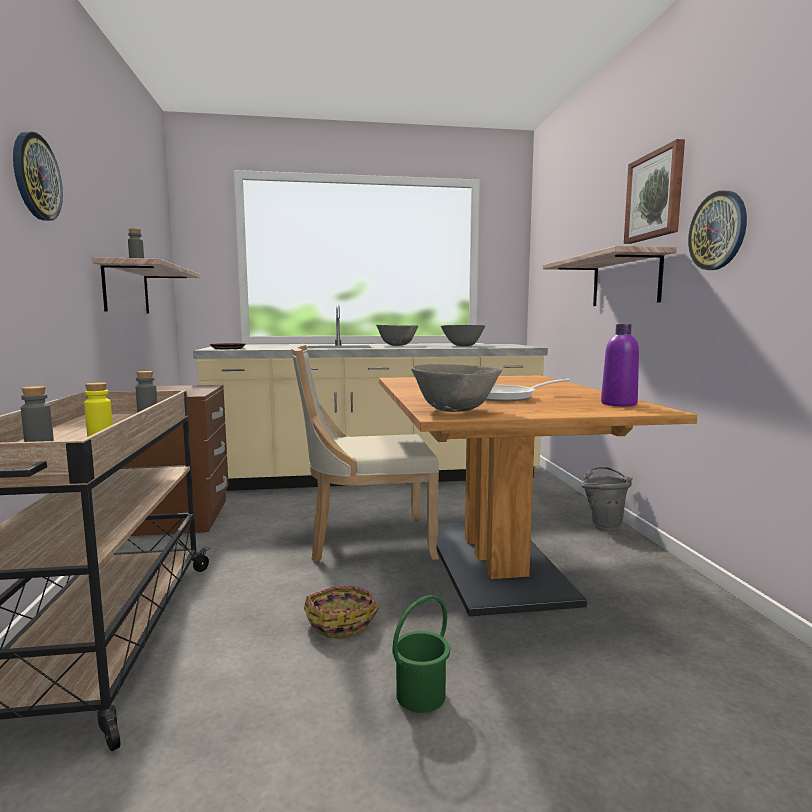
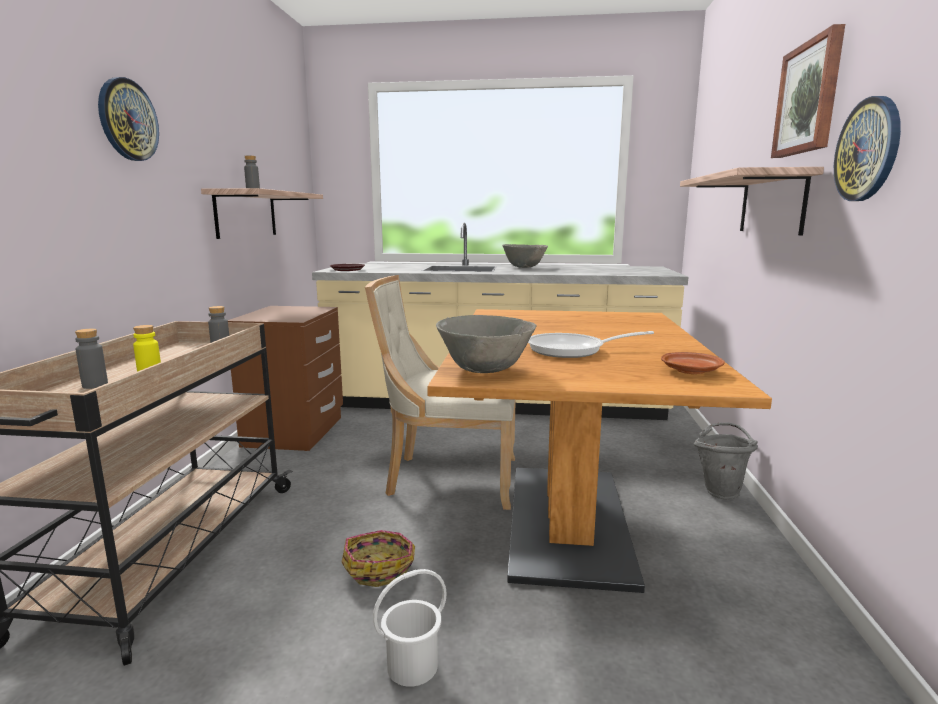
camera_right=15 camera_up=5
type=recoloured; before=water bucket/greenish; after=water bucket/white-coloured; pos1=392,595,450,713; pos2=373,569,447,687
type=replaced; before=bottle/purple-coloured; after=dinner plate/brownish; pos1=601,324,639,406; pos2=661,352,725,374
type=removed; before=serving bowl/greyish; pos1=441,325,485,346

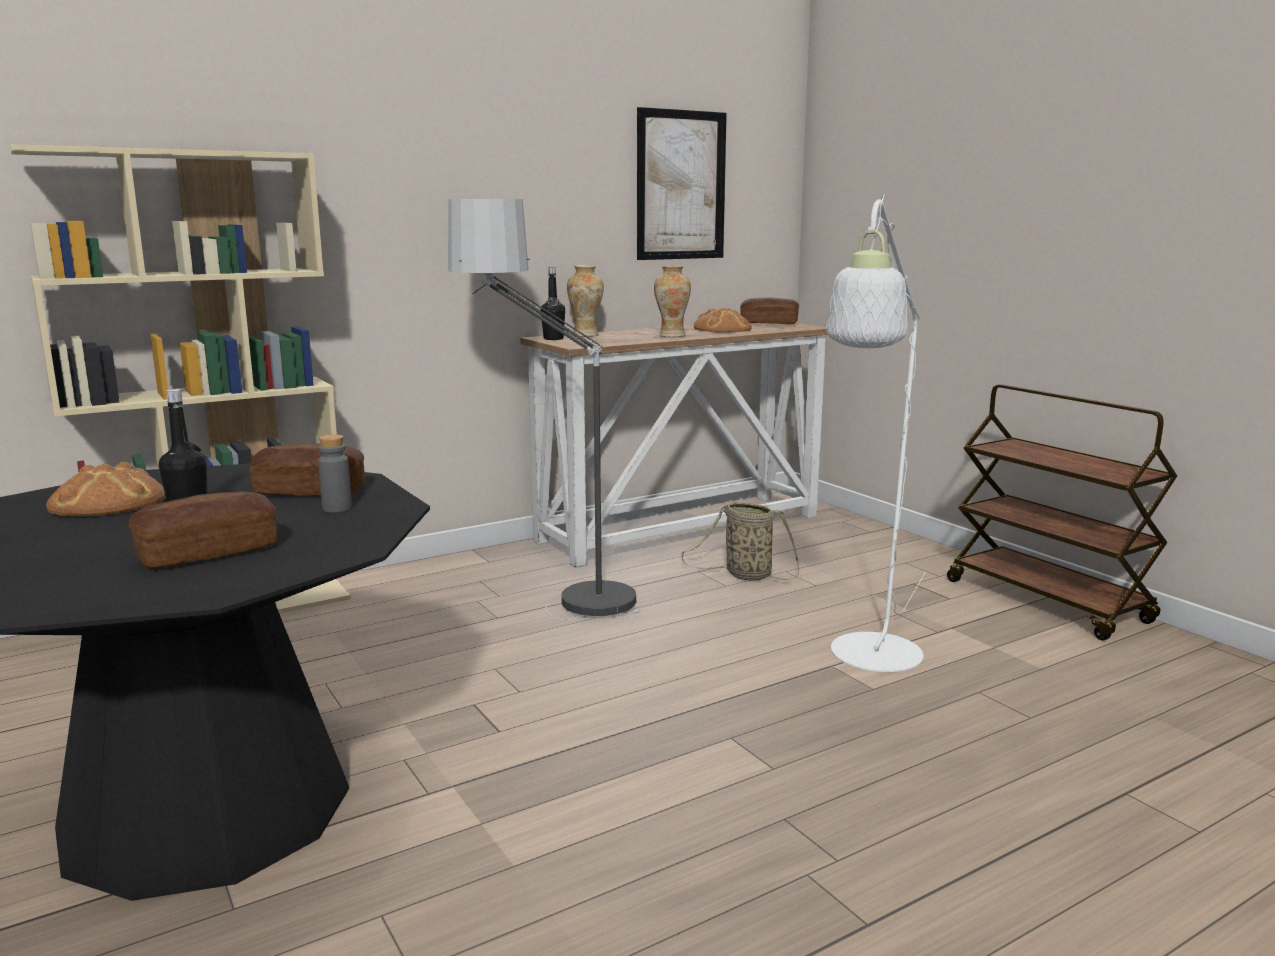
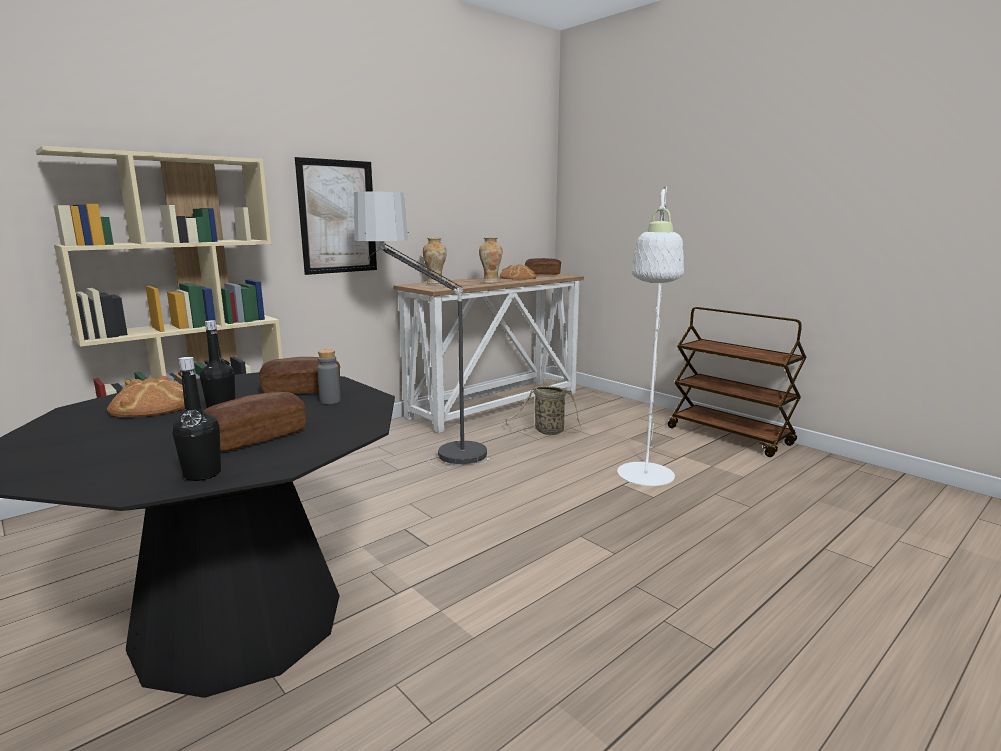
camera_right=-10 camera_up=0
type=moved; before=bottle/black-coloured; pos1=541,267,565,340; pos2=172,357,221,481
type=moved; before=wall picture; pos1=637,107,727,260; pos2=295,157,377,275

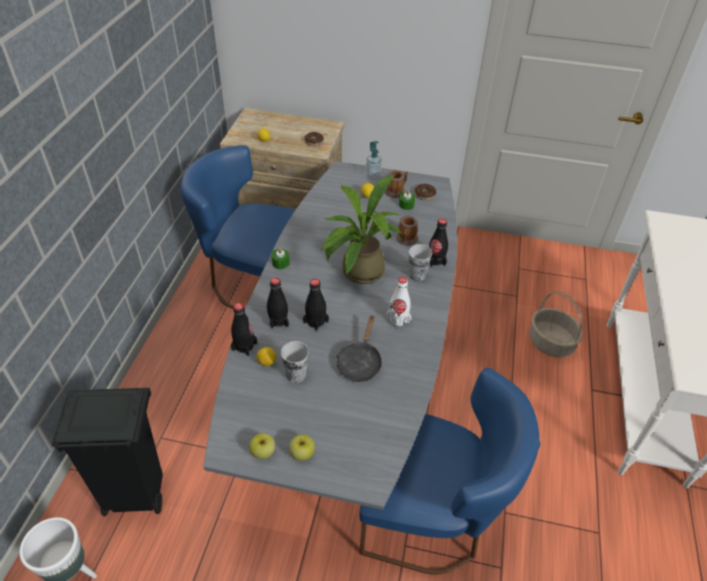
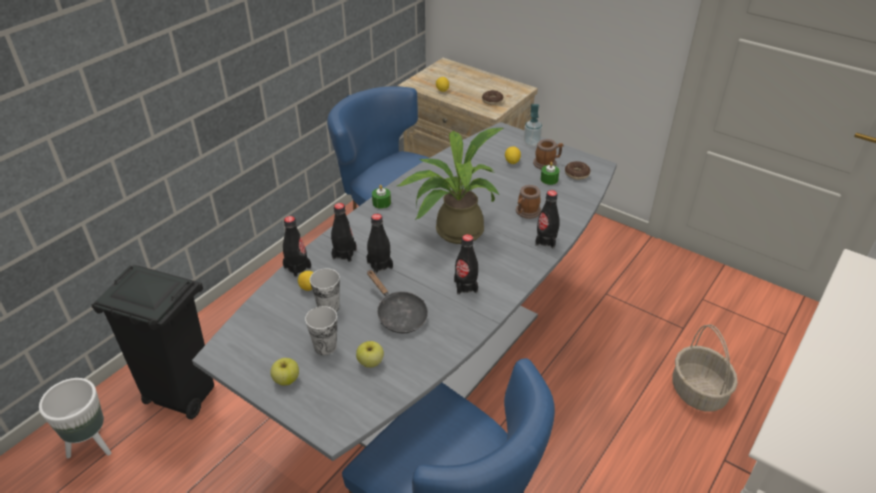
camera_right=25 camera_up=-5
type=moved; before=cup; pos1=409,244,433,281; pos2=305,306,337,355
type=moved; before=apple fruit; pos1=249,433,275,459; pos2=356,341,384,368
type=turned; before=frying pan/black-coloured; pos1=336,315,382,382; pos2=367,270,428,334; turn=-75
type=recoloured; before=bottle/white-coloured; after=bottle/black-coloured; pos1=386,277,412,329; pos2=454,234,478,295

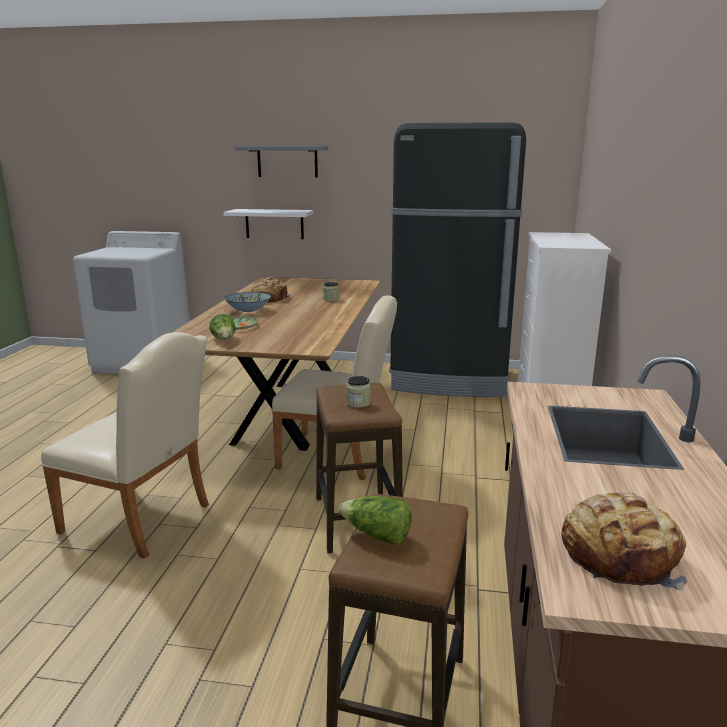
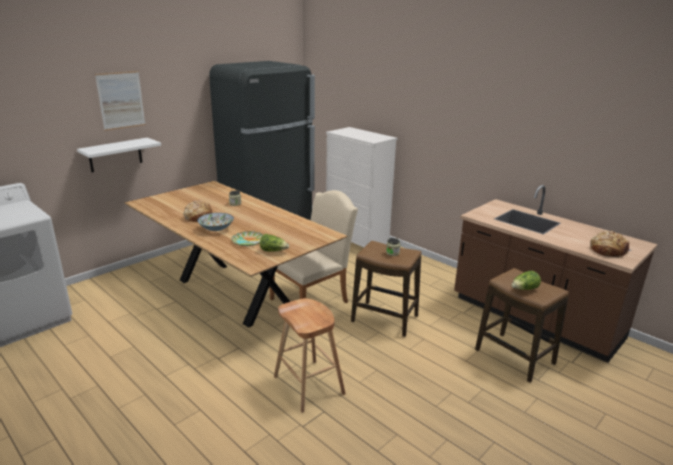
camera_right=-55 camera_up=5
type=replaced; before=bracket shelf/greyish; after=wall picture; pos1=235,146,328,177; pos2=95,71,146,131
type=replaced; before=upright chair/beige-coloured; after=sitting stool/brownish; pos1=41,332,209,559; pos2=274,298,346,413

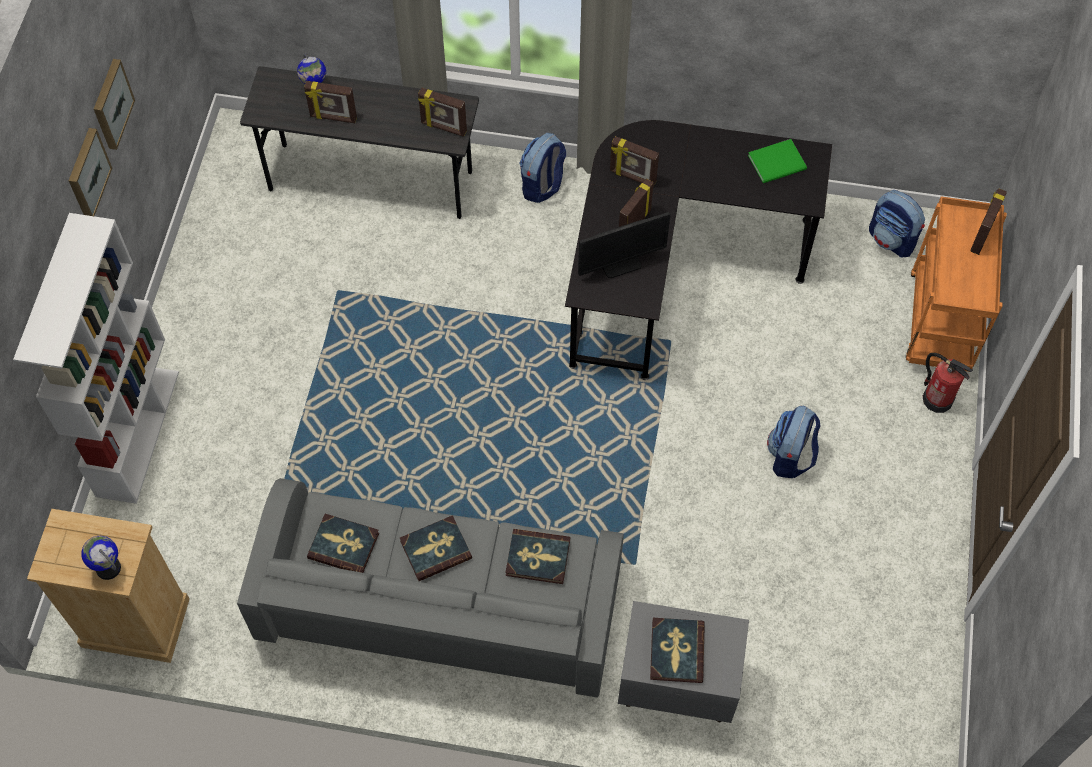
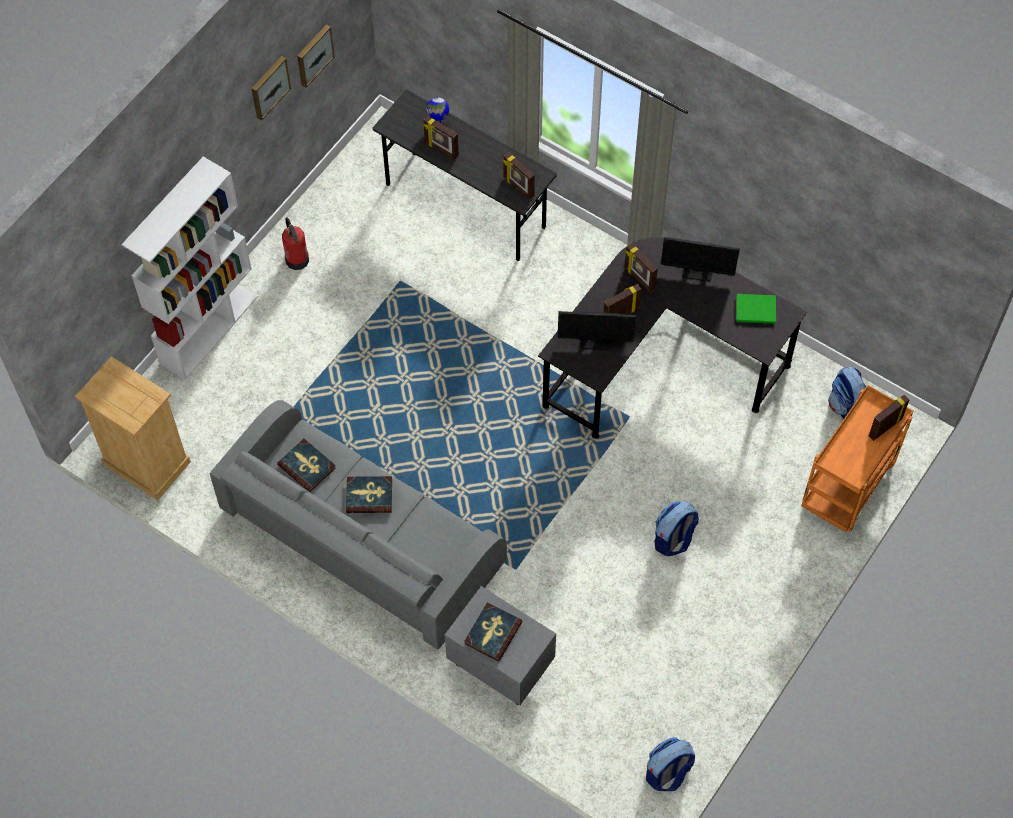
camera_right=25 camera_up=0
type=moved; before=fire-fighting cylinder; pos1=923,353,973,413; pos2=282,217,309,270
type=moved; before=wall picture; pos1=69,128,112,216; pos2=297,25,335,88
type=moved; before=rucksack; pos1=520,133,566,203; pos2=646,737,695,791
type=added; after=monitor; pos2=661,237,740,282
type=removed; before=desk globe; pos1=81,536,121,580
type=removed; before=book; pos1=505,529,570,584

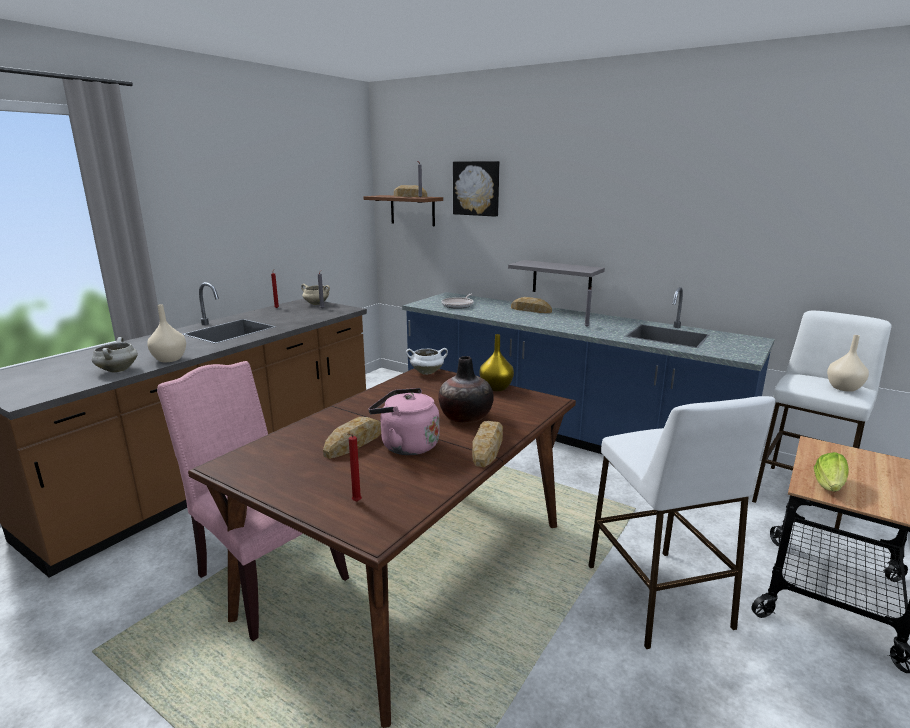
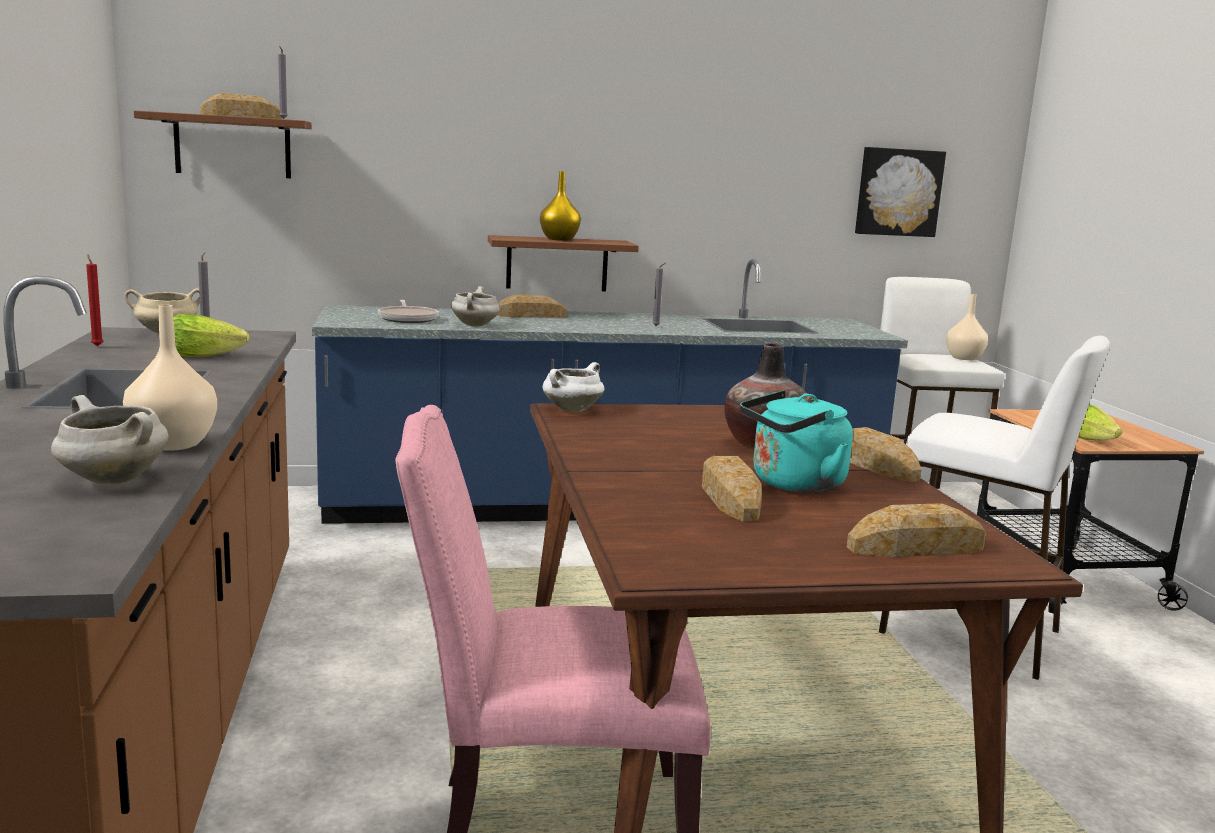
camera_right=-45 camera_up=-5
type=added; after=lettuce; pos2=173,314,249,357
type=added; after=saucepot/white-coloured; pos2=451,286,500,327
type=recoloured; before=bracket shelf/greyish; after=bracket shelf/brownish; pos1=508,260,605,292; pos2=488,235,639,291
type=moved; before=vase/yellow; pos1=480,334,514,391; pos2=540,171,581,241
type=recoloured; before=tea kettle/pinkish; after=tea kettle/turquoise; pos1=369,388,439,455; pos2=740,390,853,493
type=replaced; before=wax light/red-coloured; after=bread; pos1=348,434,362,502; pos2=847,503,986,557
type=moved; before=wall picture; pos1=453,161,499,217; pos2=855,147,946,237

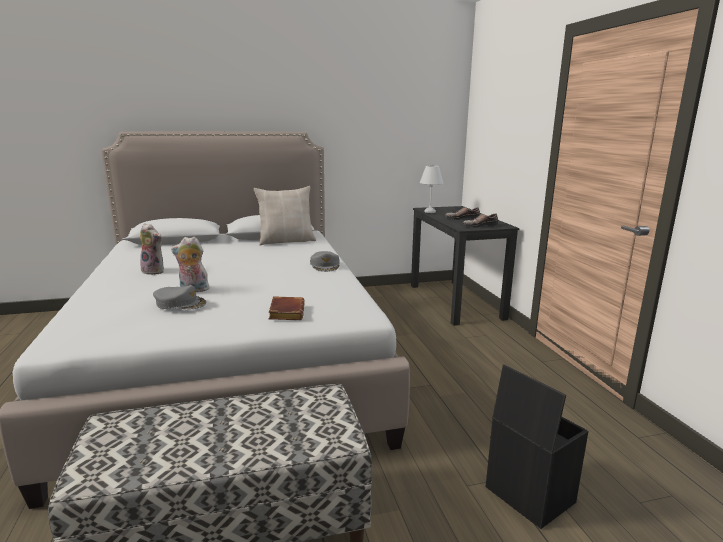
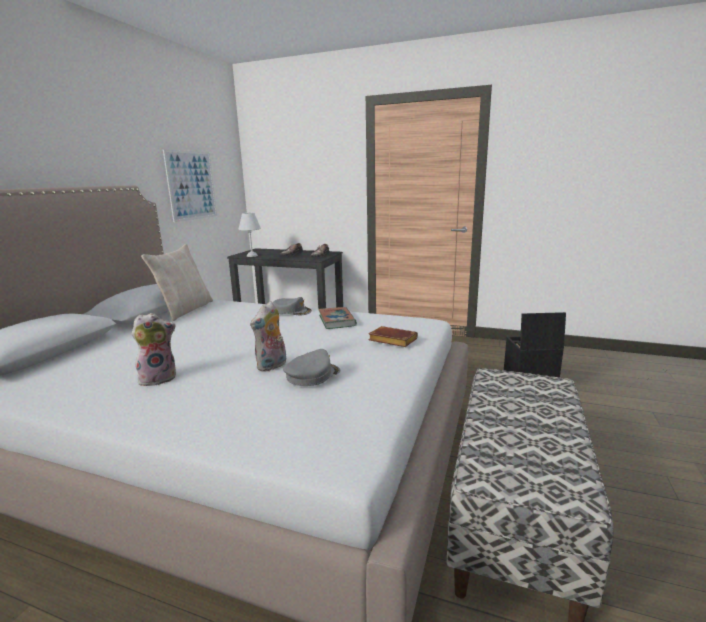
camera_right=-55 camera_up=0
type=added; after=wall picture; pos2=163,149,217,222
type=added; after=book; pos2=318,307,357,329

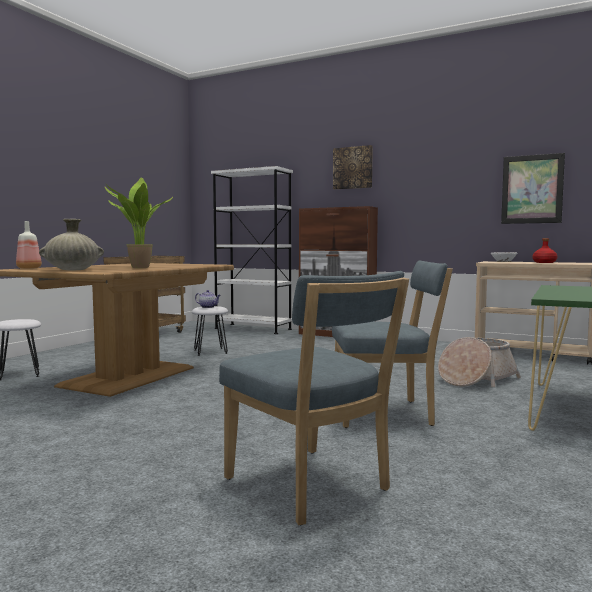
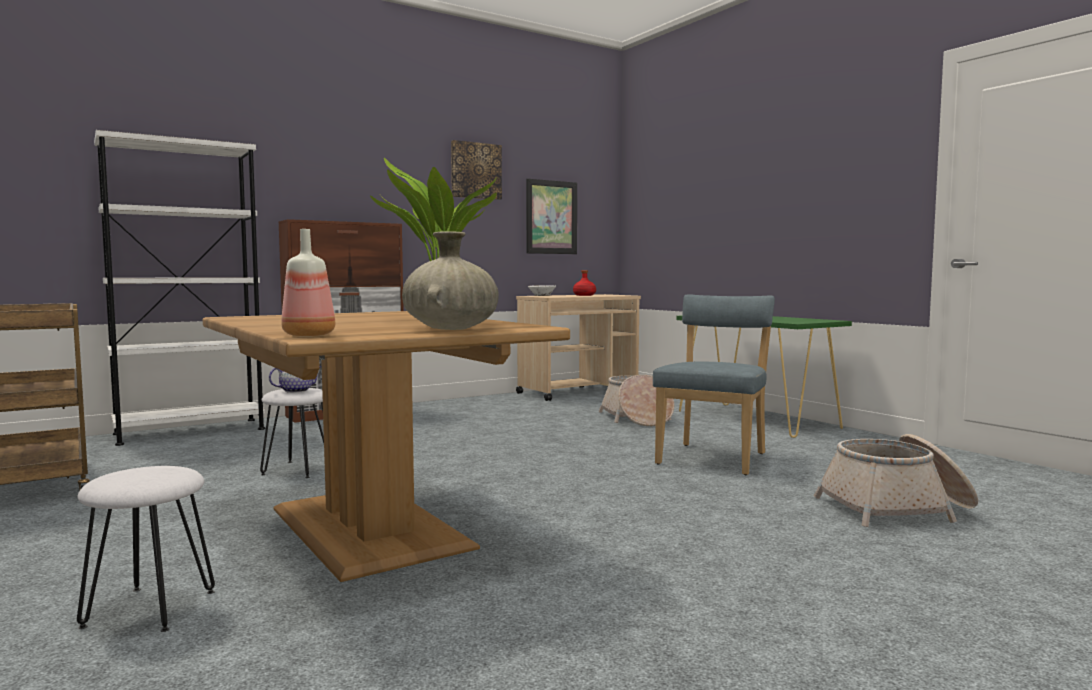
camera_right=-60 camera_up=0
type=moved; before=wall picture; pos1=333,145,373,189; pos2=451,140,502,200
type=replaced; before=upright chair/blue; after=household basket; pos1=219,271,409,525; pos2=814,434,978,527

